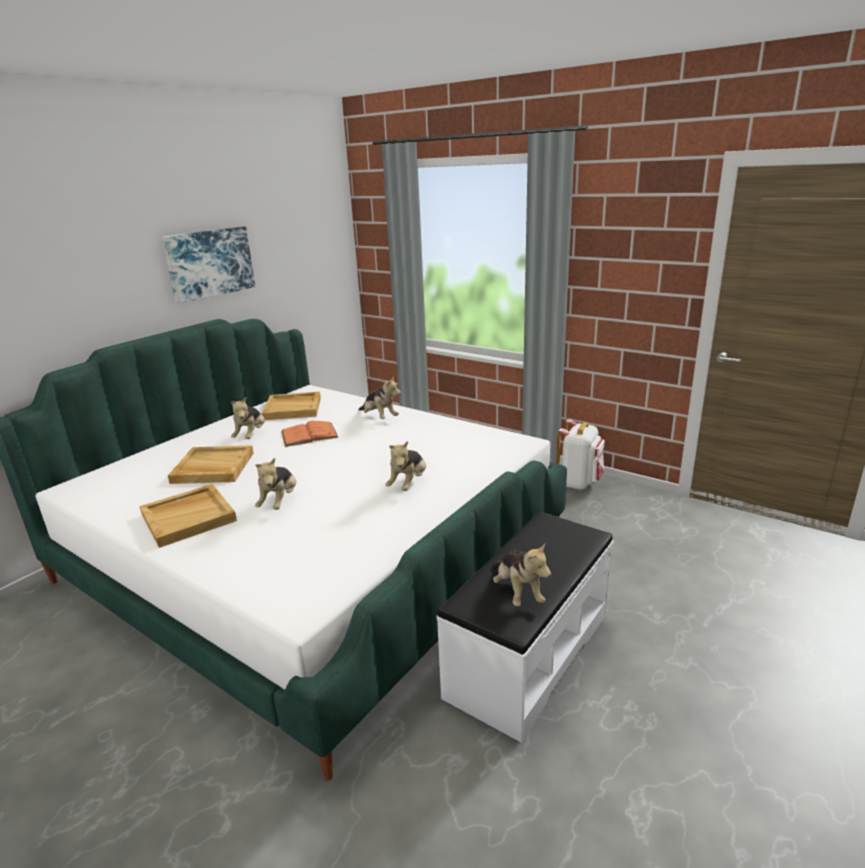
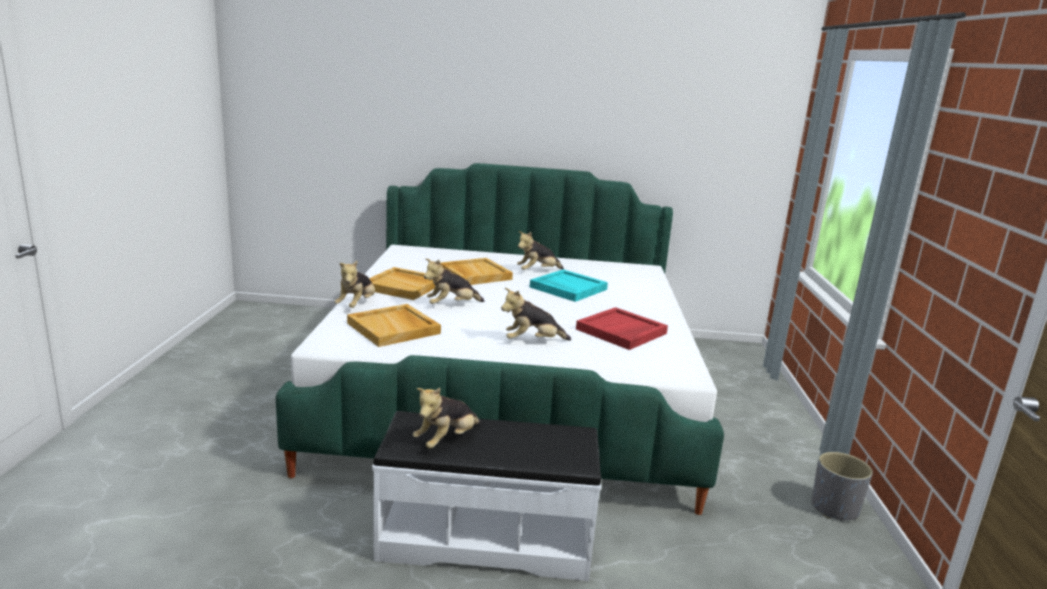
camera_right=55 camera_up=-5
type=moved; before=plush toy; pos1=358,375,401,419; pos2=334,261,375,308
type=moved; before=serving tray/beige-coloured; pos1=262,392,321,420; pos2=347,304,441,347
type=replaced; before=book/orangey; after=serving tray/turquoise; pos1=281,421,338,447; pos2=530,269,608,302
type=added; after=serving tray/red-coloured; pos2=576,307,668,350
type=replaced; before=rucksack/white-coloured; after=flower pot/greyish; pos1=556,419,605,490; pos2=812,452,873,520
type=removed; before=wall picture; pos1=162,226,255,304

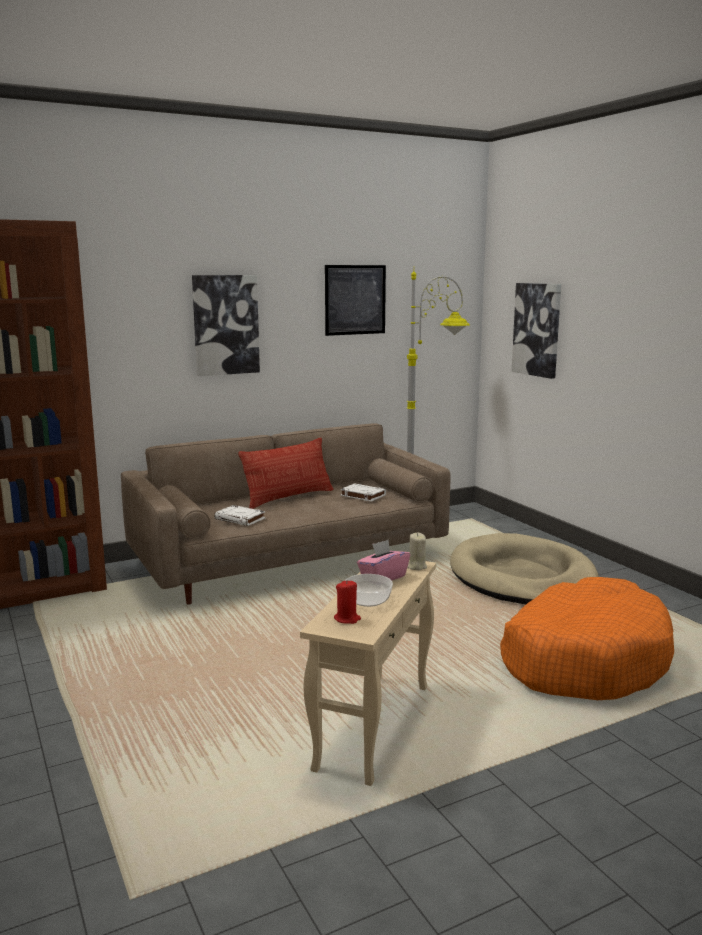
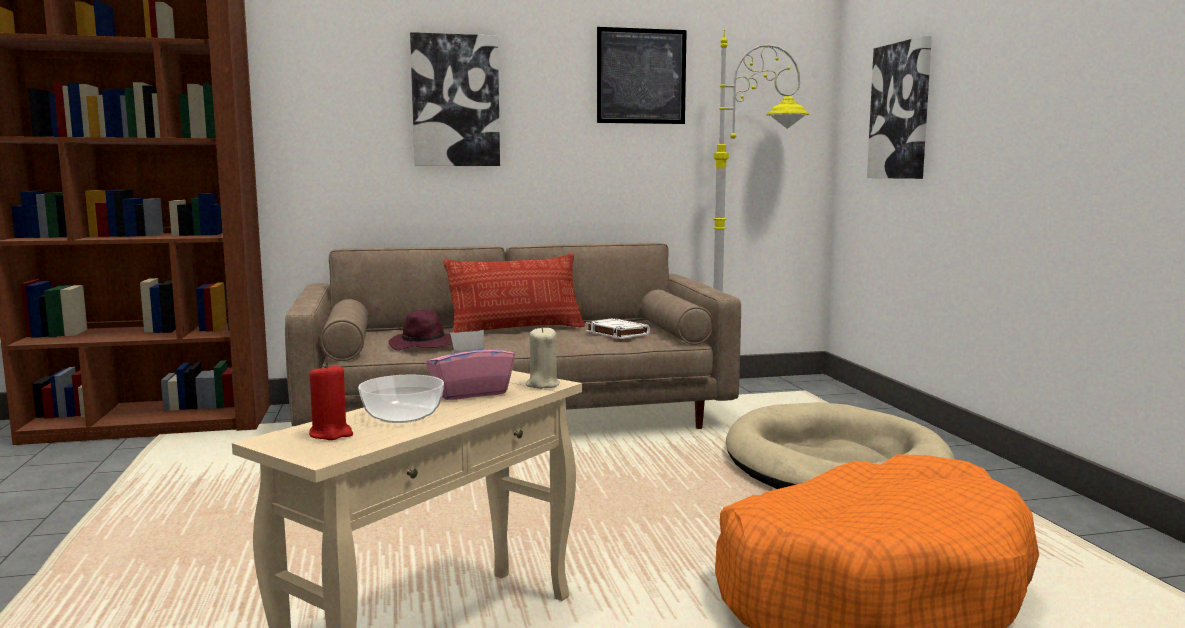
camera_right=15 camera_up=-5
type=replaced; before=book/white-coloured; after=wearable hat/purple-coloured; pos1=214,505,265,526; pos2=389,310,452,350

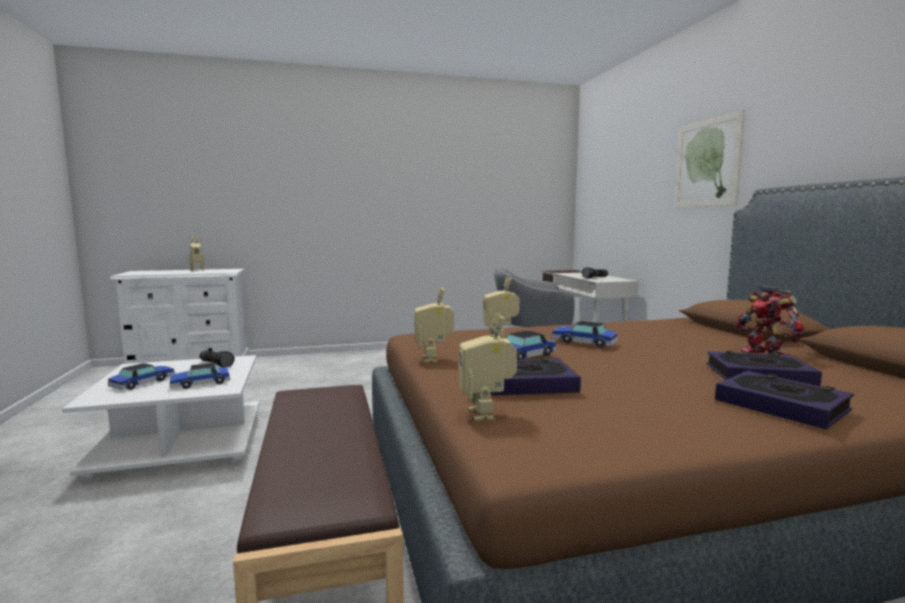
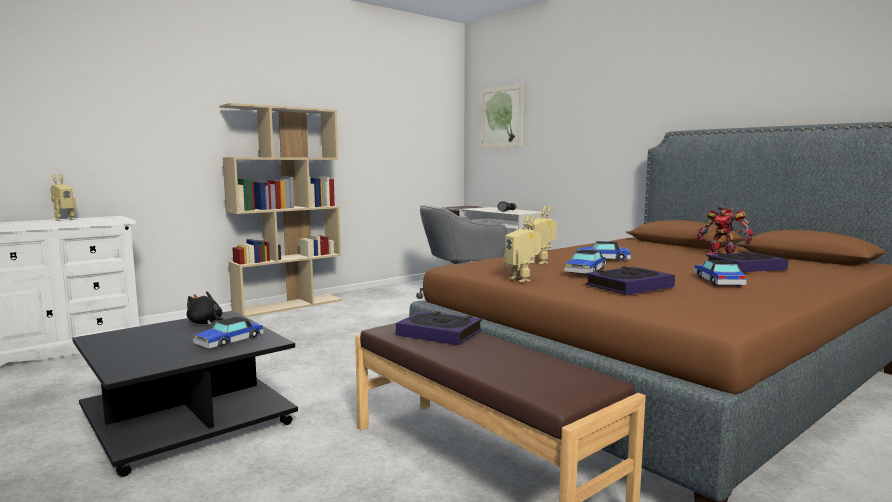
camera_right=-25 camera_up=0
type=recoloured; before=lounge table/white-coloured; after=lounge table/black-coloured; pos1=62,355,259,485; pos2=72,311,298,477
type=replaced; before=flashlight; after=plush toy/black-coloured; pos1=200,350,235,367; pos2=186,292,224,325
type=added; after=shelving unit/beige-coloured; pos2=219,103,342,317
type=moved; before=book; pos1=715,371,854,430; pos2=396,311,482,345
type=moved; before=wall picture; pos1=674,110,745,208; pos2=480,84,524,148
type=moved; before=miniature car; pos1=108,363,175,390; pos2=694,260,747,286
type=removed; before=robot figure; pos1=459,314,517,421

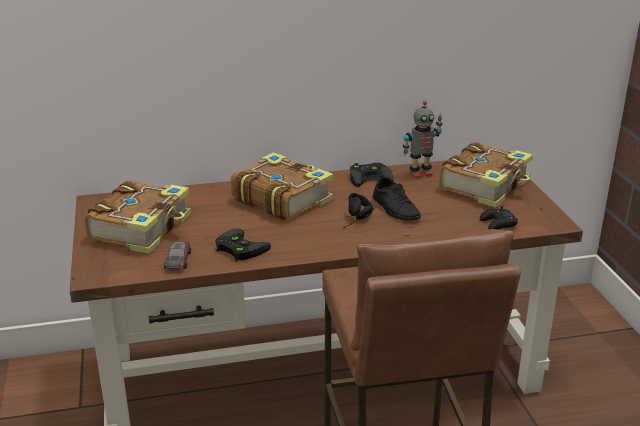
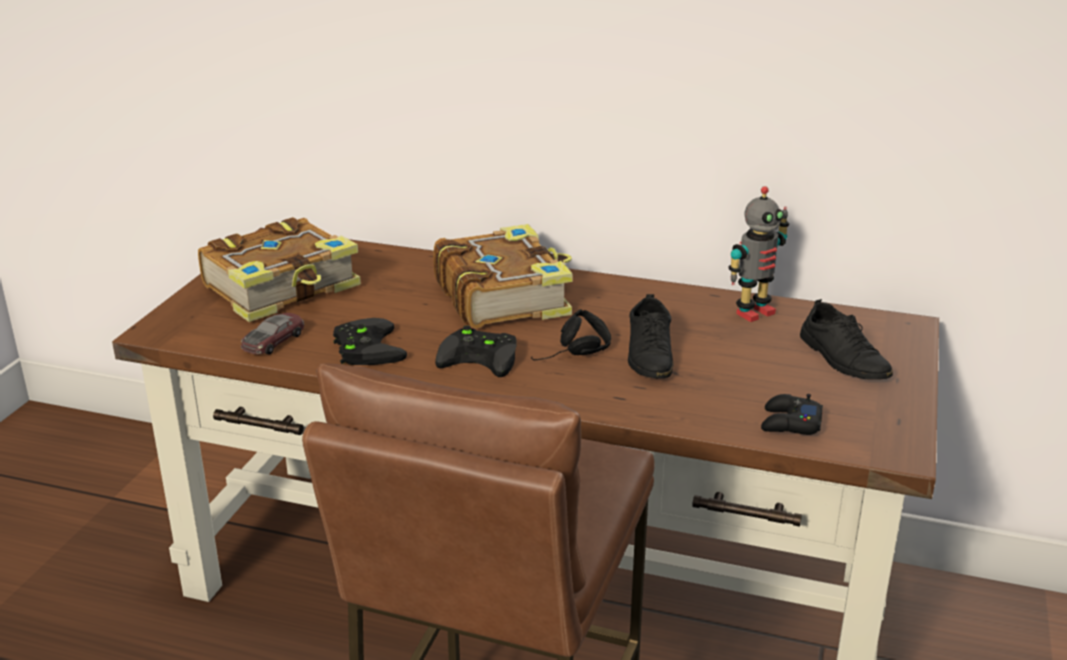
camera_right=30 camera_up=0
type=moved; before=gamepad/black-coloured; pos1=350,163,393,187; pos2=435,325,517,377
type=turned; before=robot figure; pos1=403,101,442,179; pos2=728,186,789,322; turn=-45
type=replaced; before=book; after=item of footwear/black-coloured; pos1=439,142,533,208; pos2=800,299,893,380

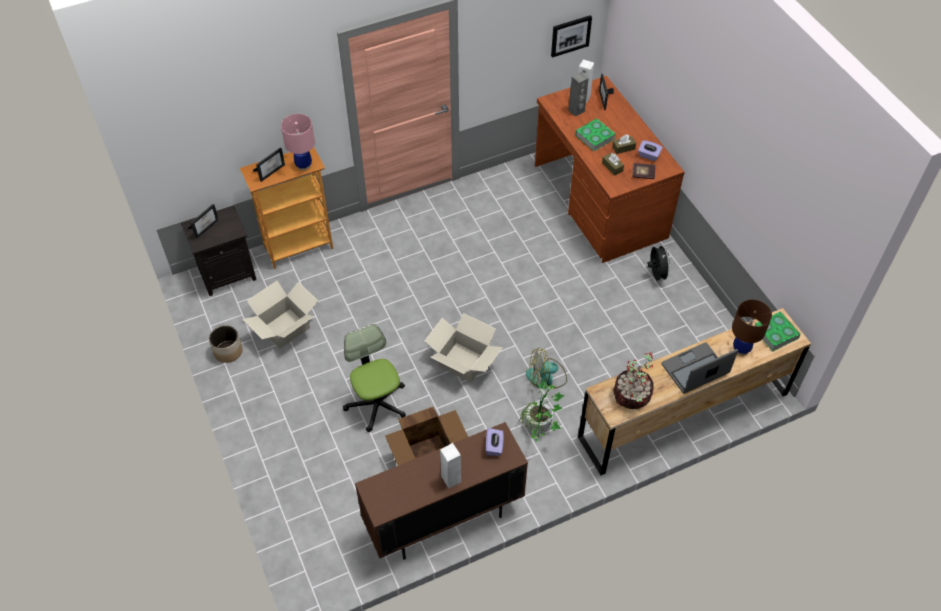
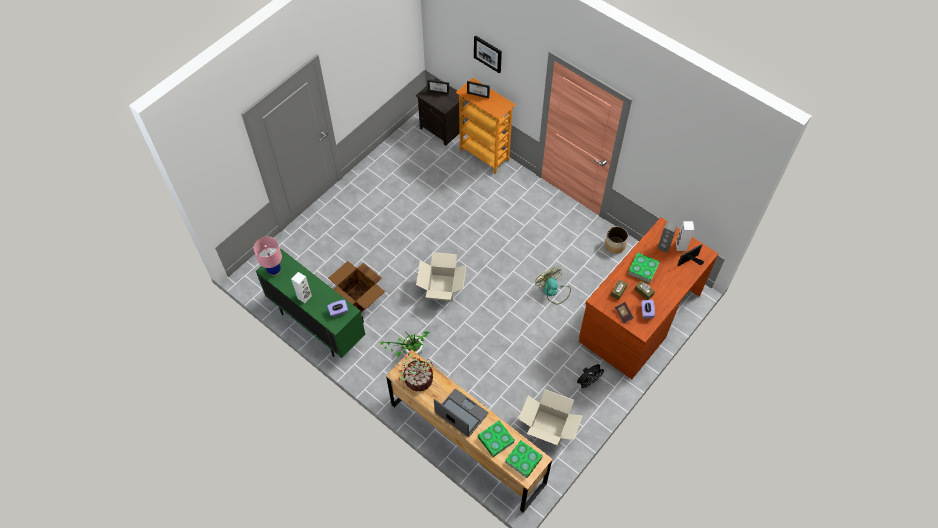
camera_right=65 camera_up=5
type=moved; before=lamp for a table/pinkish; pos1=281,114,315,171; pos2=254,236,282,276
type=recoloured; before=storage cabinet/brownish; after=storage cabinet/greenish; pos1=355,422,528,560; pos2=256,249,366,358
type=moved; before=wall picture; pos1=551,15,592,58; pos2=474,35,502,73
type=replaced; before=lamp for a table/brownish; after=book; pos1=732,300,772,356; pos2=478,420,515,457
type=moved; before=packing box; pos1=242,281,318,349; pos2=519,389,582,445
type=moved; before=cooling fan; pos1=526,347,567,389; pos2=535,267,571,305
type=moved; before=flower pot; pos1=209,325,242,363; pos2=605,226,628,254
type=removed; before=office chair; pos1=343,324,406,432

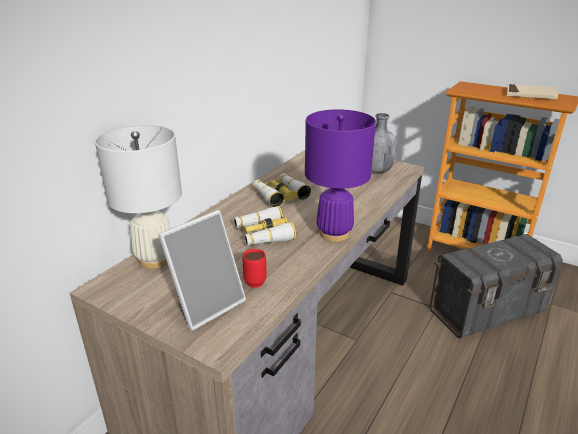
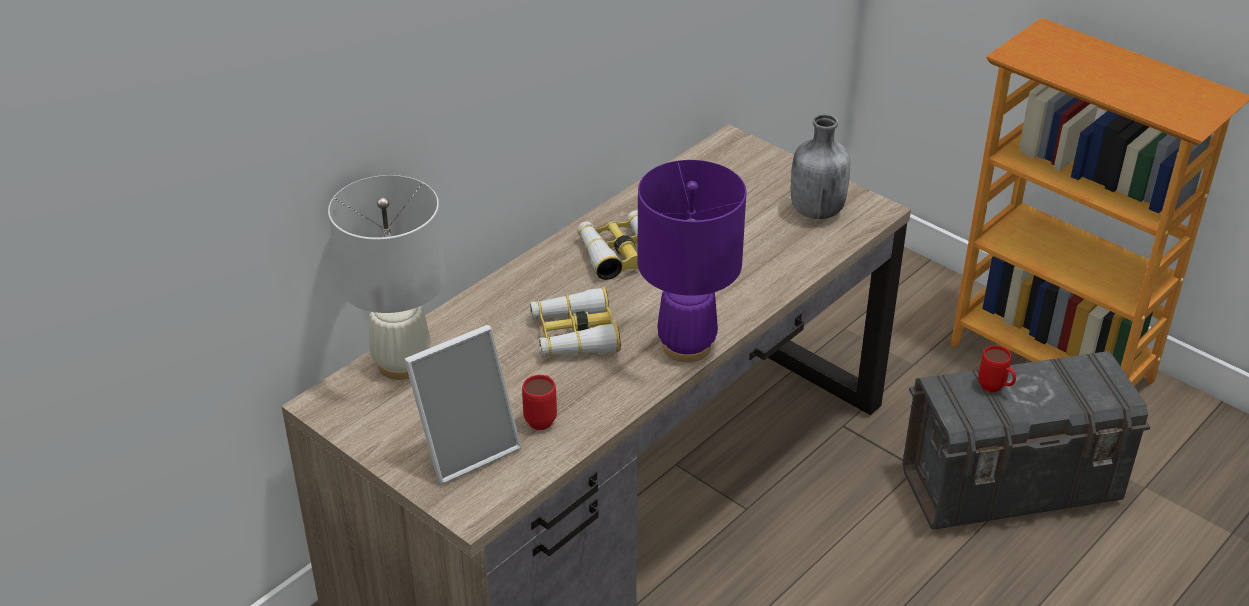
camera_right=10 camera_up=10
type=added; after=mug/red-coloured; pos2=978,345,1016,392
type=removed; before=book/beige-coloured; pos1=507,84,558,100

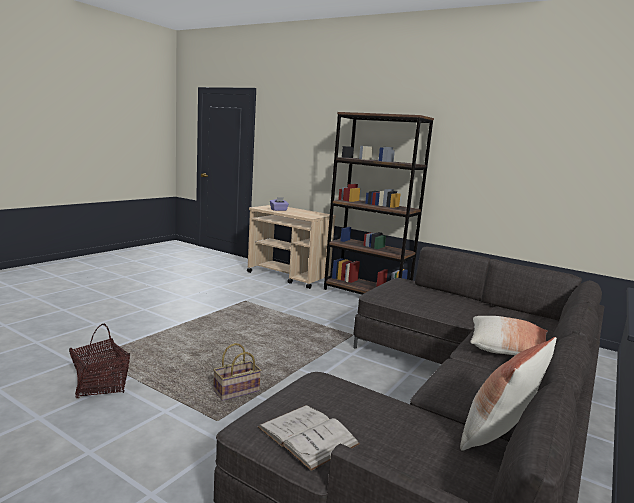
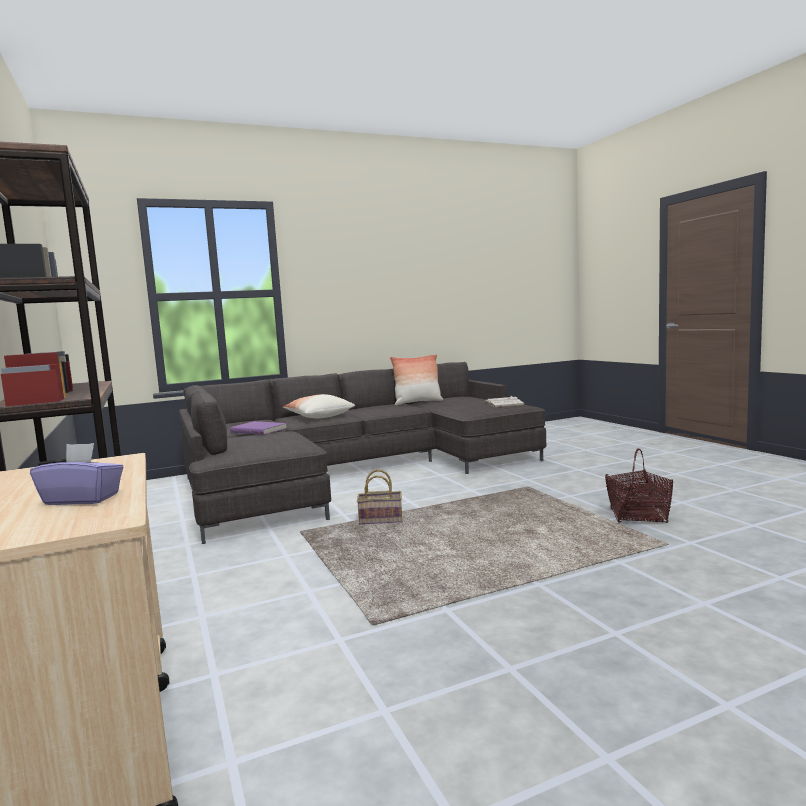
camera_right=-145 camera_up=-5
type=added; after=book/purple-coloured; pos2=230,421,287,435
type=moved; before=household basket; pos1=213,343,261,401; pos2=357,469,402,524

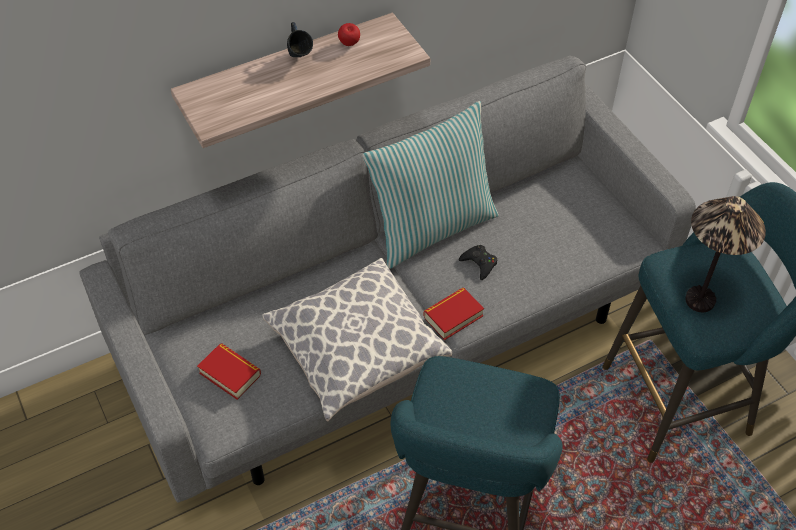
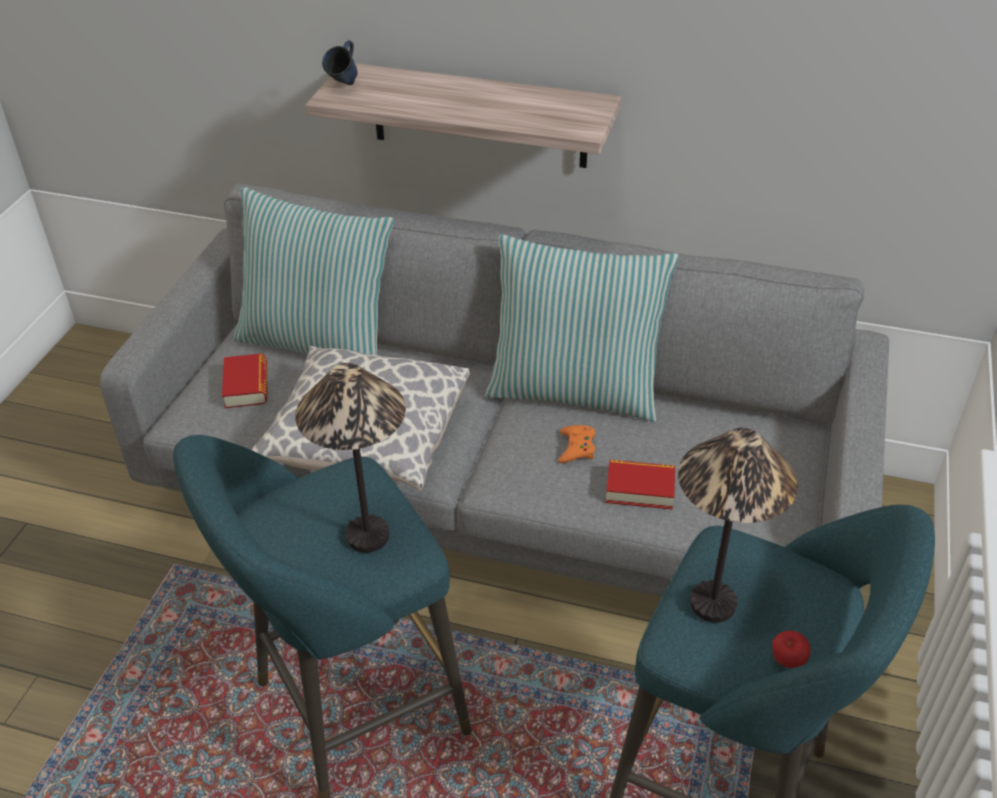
camera_right=45 camera_up=-10
type=added; after=cushion; pos2=234,187,394,355
type=added; after=lamp for a table; pos2=295,363,406,553
type=moved; before=mug/blue; pos1=287,22,313,57; pos2=322,40,358,85
type=recoloured; before=gamepad/black-coloured; after=gamepad/orangey; pos1=459,245,497,280; pos2=558,425,596,463
type=moved; before=book; pos1=424,288,484,340; pos2=606,460,675,510
type=moved; before=apple fruit; pos1=338,23,360,46; pos2=772,631,811,668

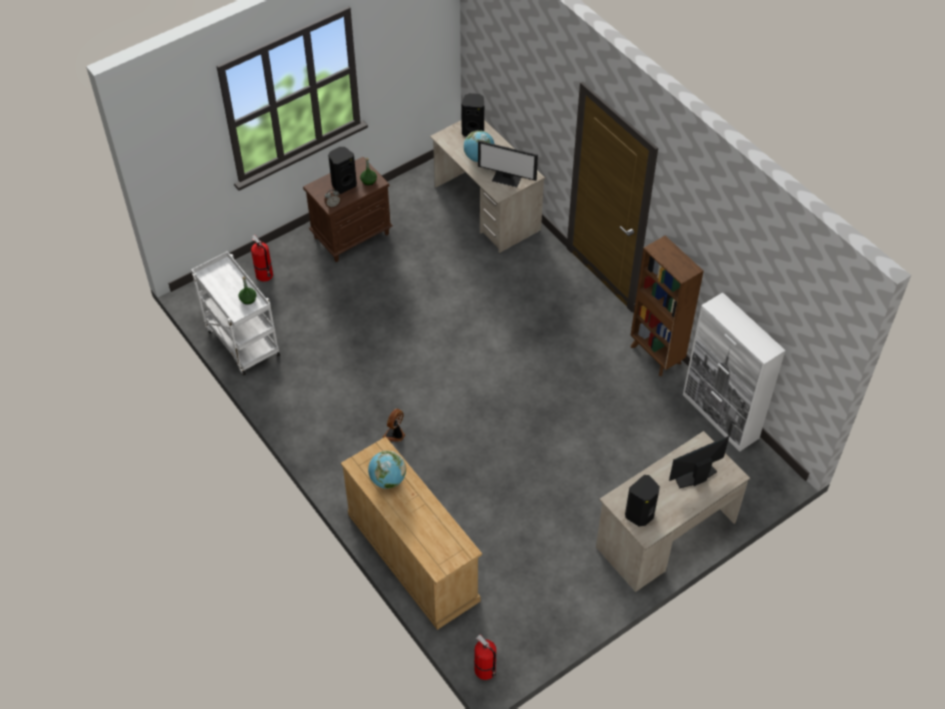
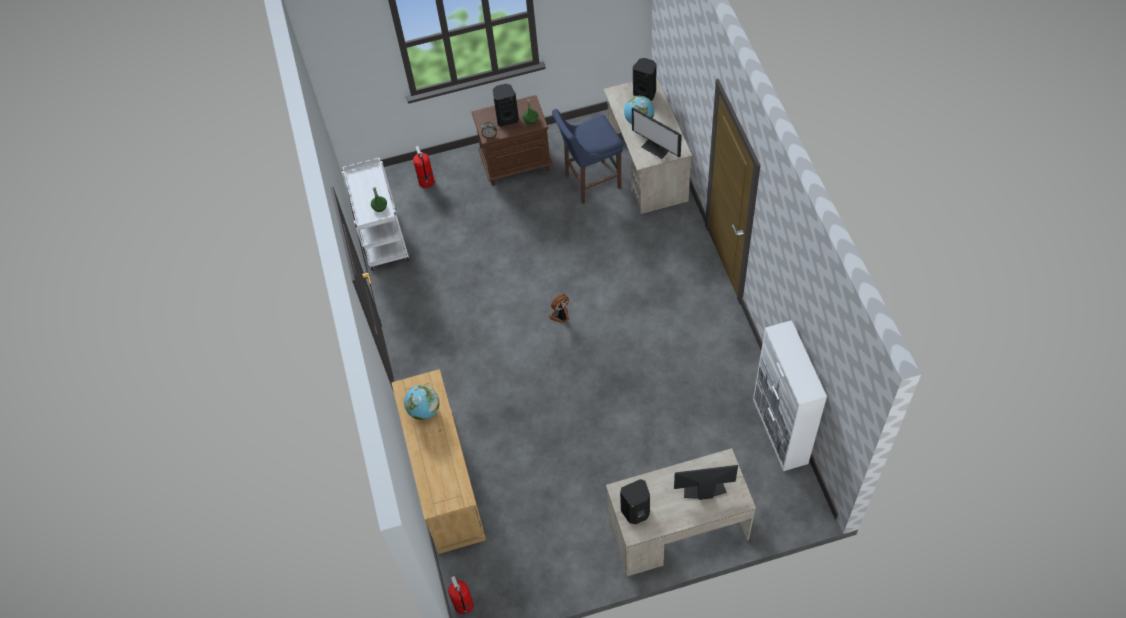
camera_right=25 camera_up=5
type=moved; before=cooling fan; pos1=383,409,405,442; pos2=549,294,569,323
type=added; after=sitting stool/blue; pos2=552,109,623,204
type=removed; before=shelving unit/brownish; pos1=631,236,704,376

